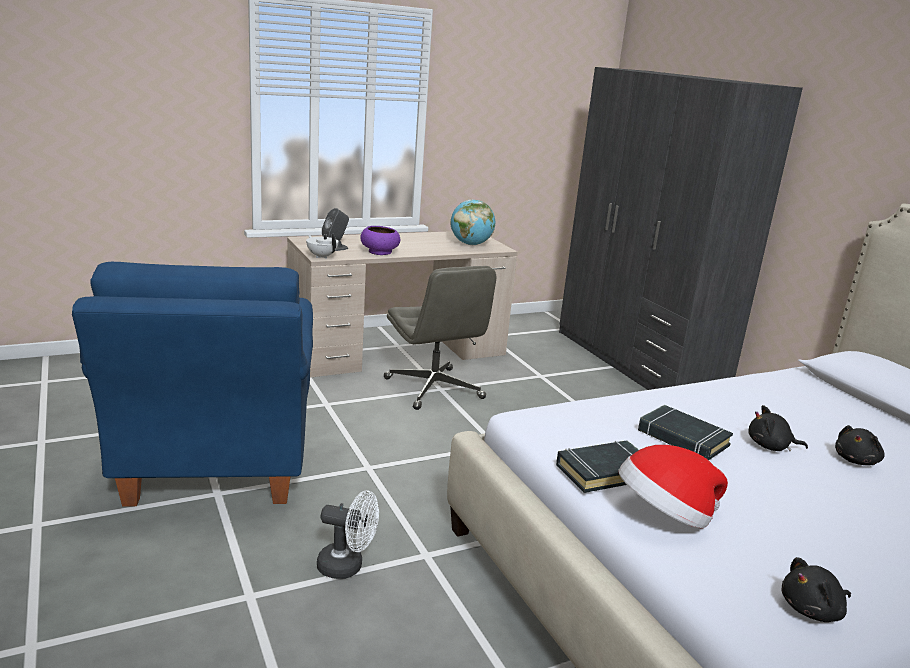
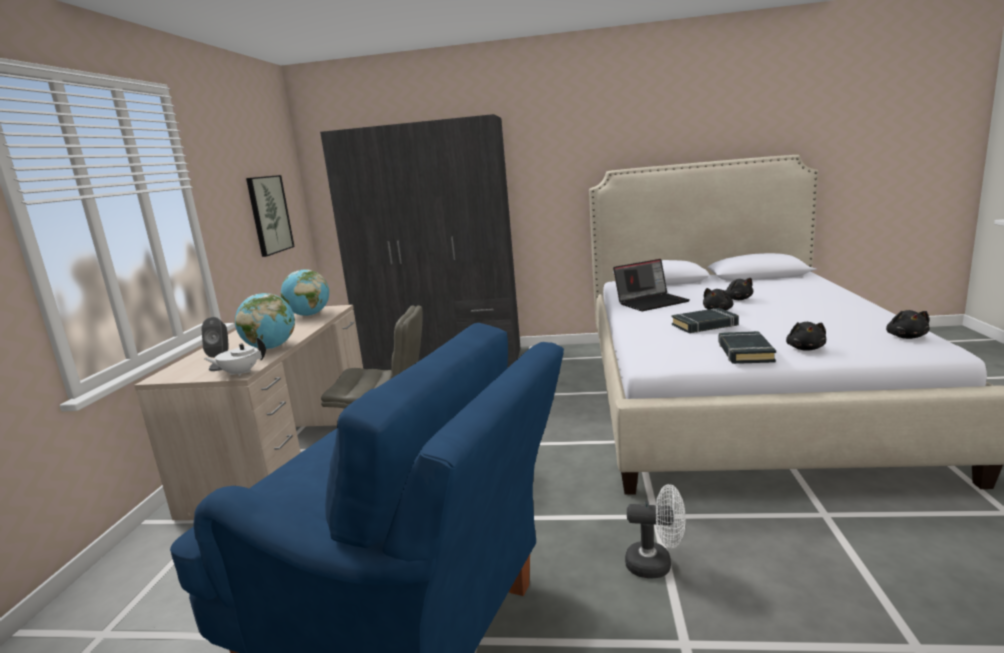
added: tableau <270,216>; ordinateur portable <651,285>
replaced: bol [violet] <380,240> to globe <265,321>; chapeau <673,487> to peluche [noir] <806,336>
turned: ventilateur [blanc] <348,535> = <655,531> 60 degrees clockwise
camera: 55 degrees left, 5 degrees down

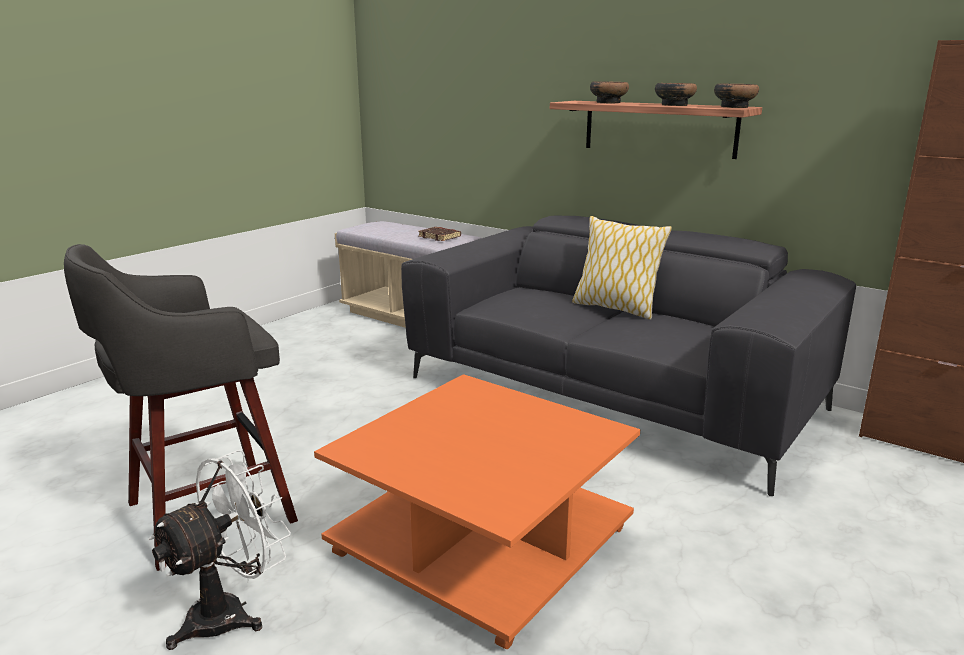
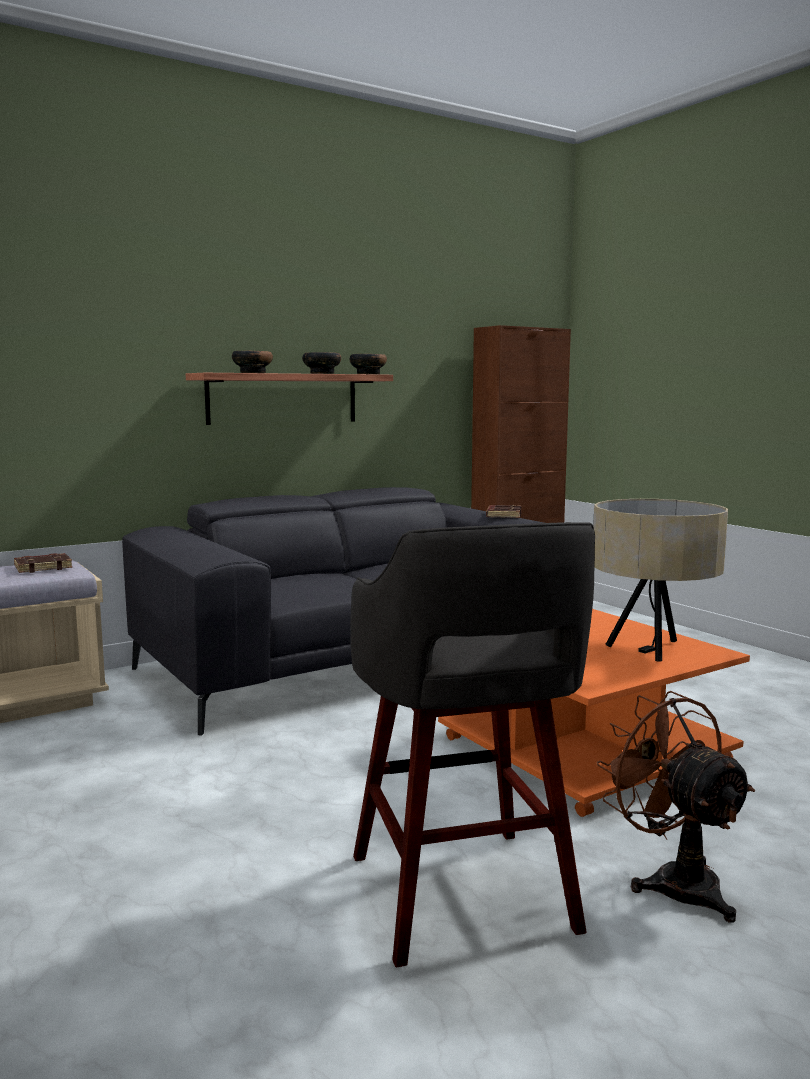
removed: coussin <622,268>
added: livre [marron] <503,511>; lampe de table [beige] <660,580>
recoloured: ventilateur [blanc] <219,550> to ventilateur [marron] <675,807>
camera: 70 degrees left, 10 degrees down

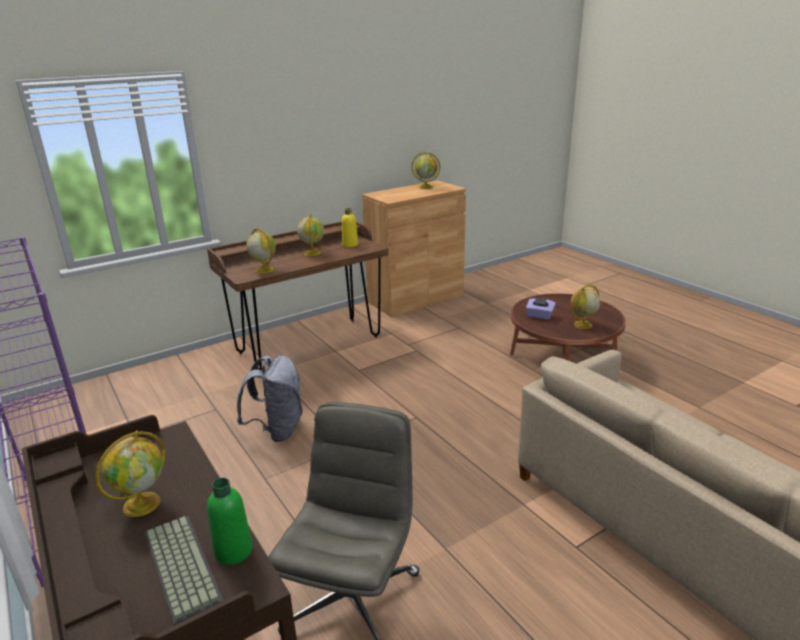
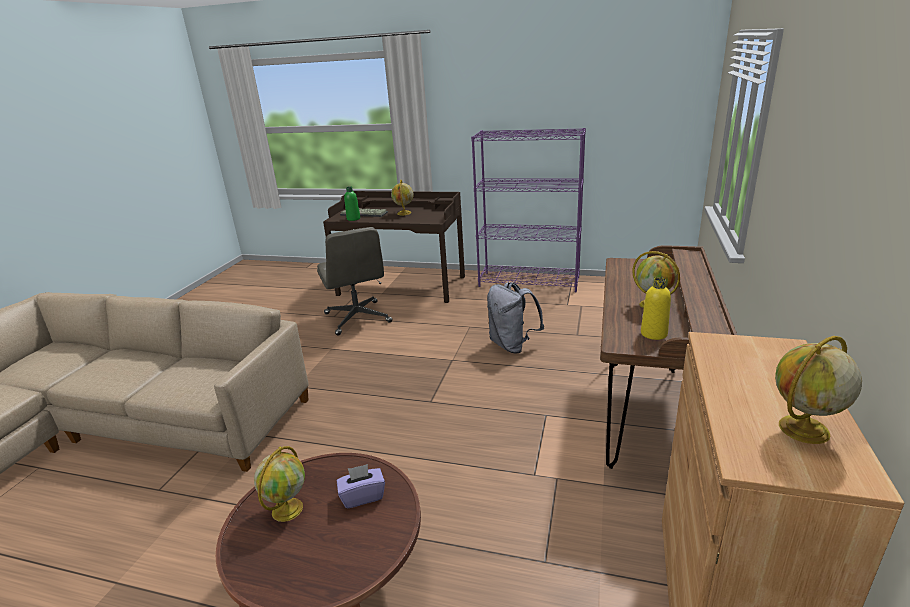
removed: globe <261,251>
camera: 140 degrees right, 0 degrees up

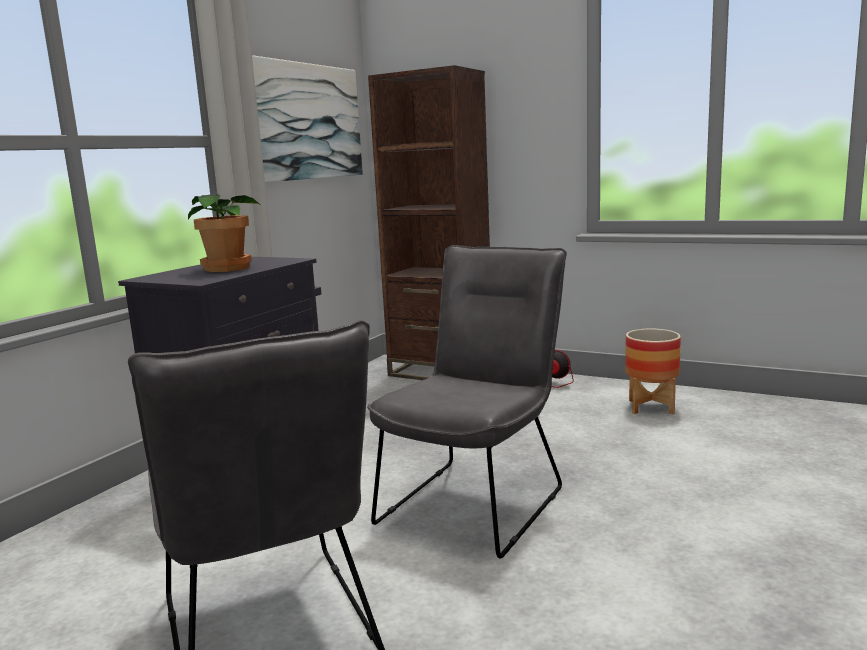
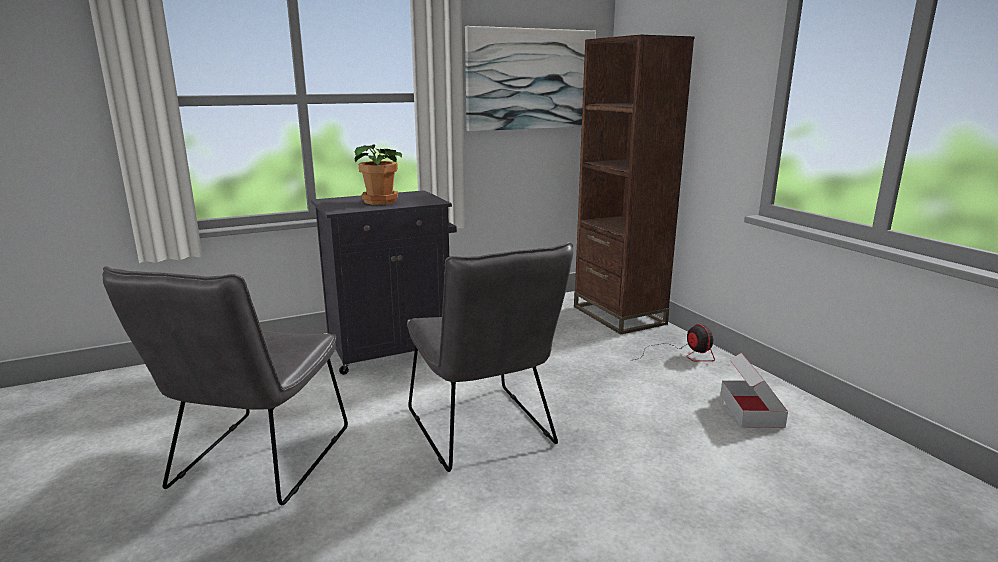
replaced: cache-pot <653,372> to carton <754,390>
turned: chaise [gris] <467,402> = <490,357> 90 degrees clockwise
camera: 35 degrees right, 5 degrees up

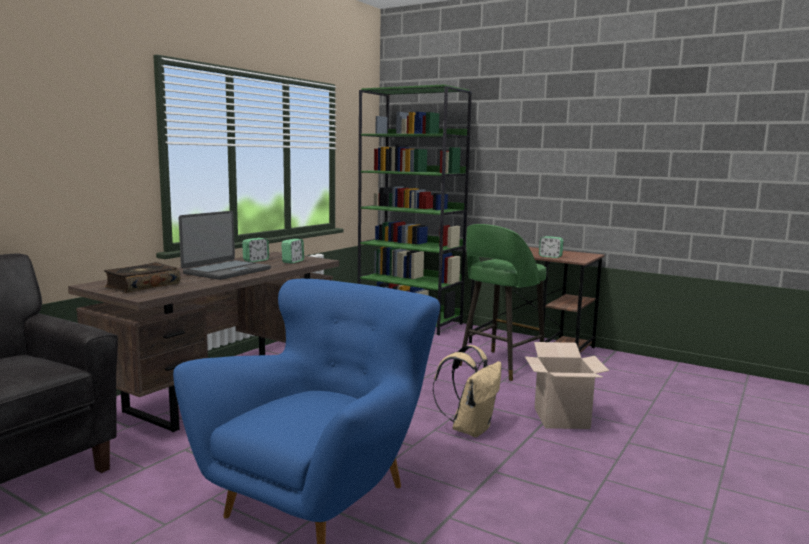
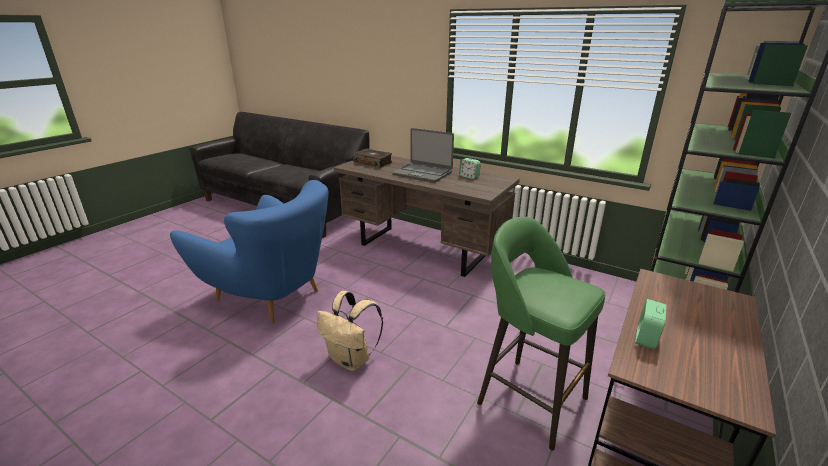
removed: réveil <292,251>; carton <567,385>
camera: 90 degrees right, 15 degrees up

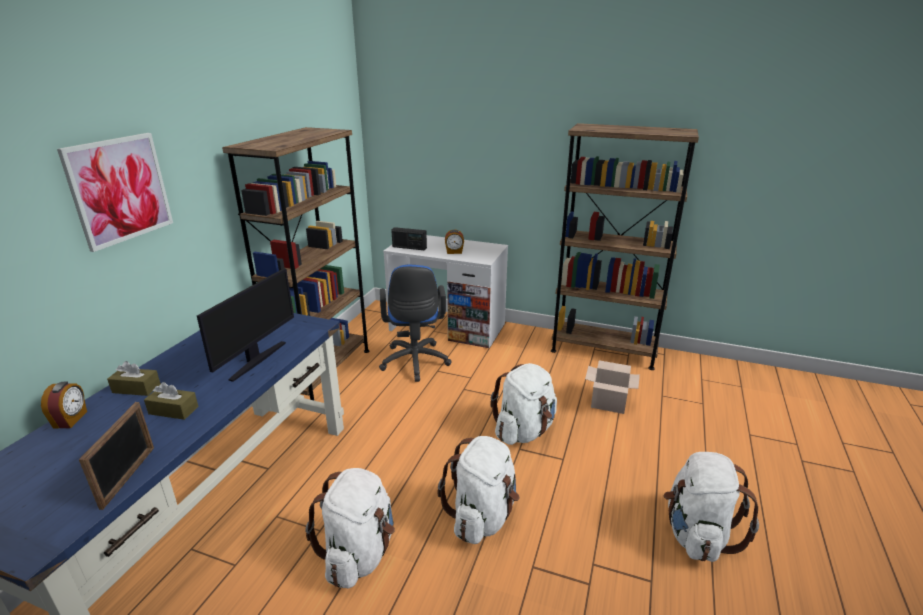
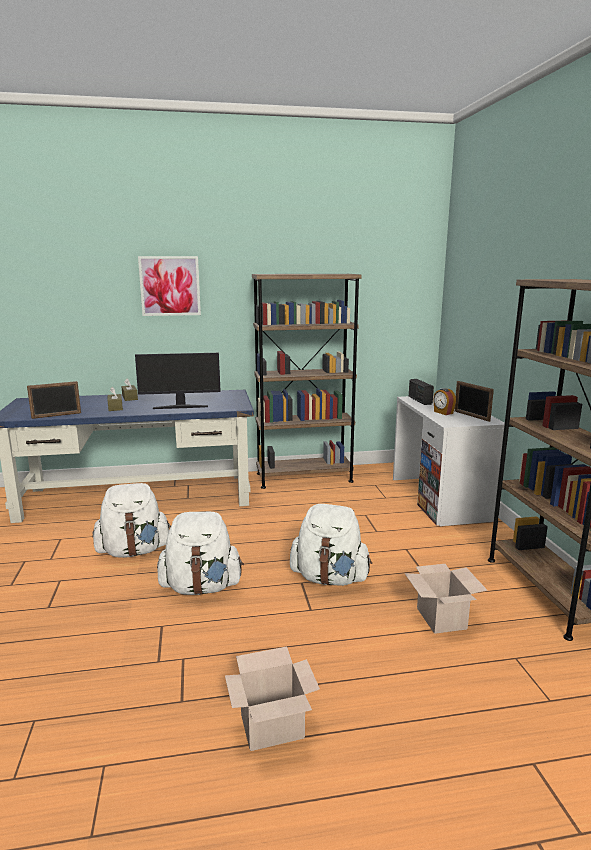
removed: réveil <64,405>; chaise de bureau [bleu] <415,323>
added: cadre photo <474,401>
replaced: sac à dos [blanc] <711,507> to carton <272,699>
camera: 60 degrees right, 10 degrees down

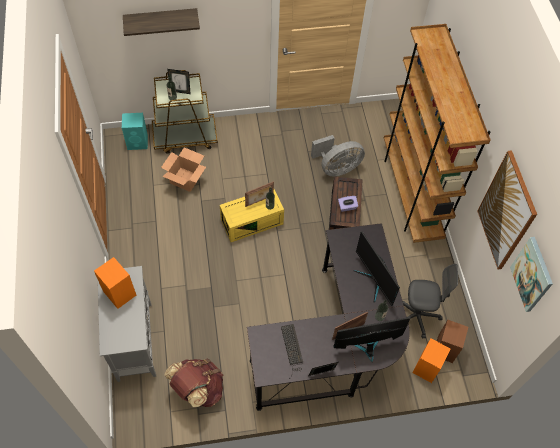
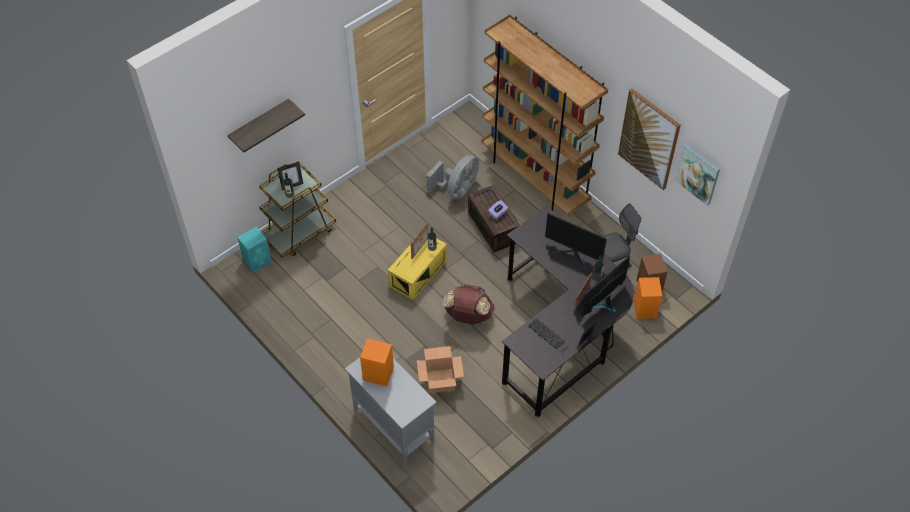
moved: carton <183,170> to <440,369>; sac à dos [marron] <193,383> to <469,304>
camera: 30 degrees left, 5 degrees down

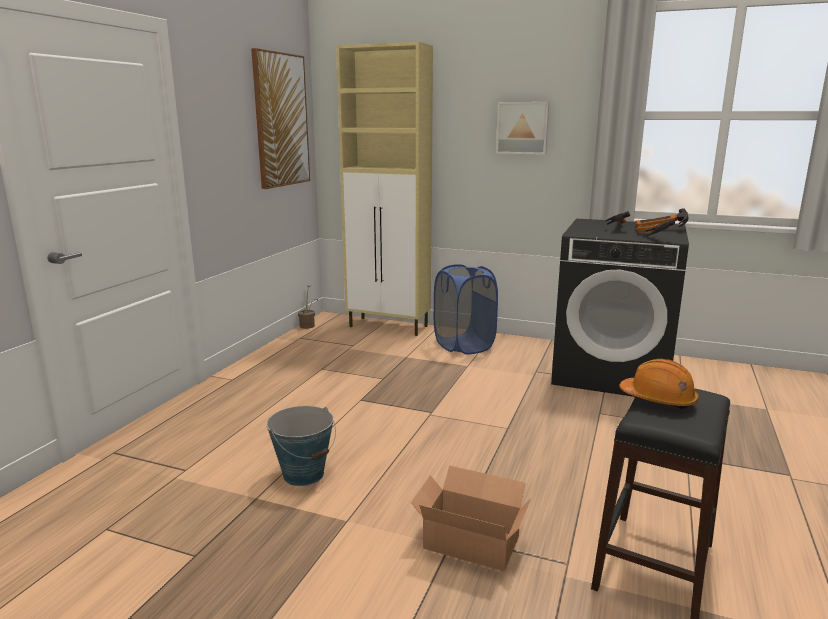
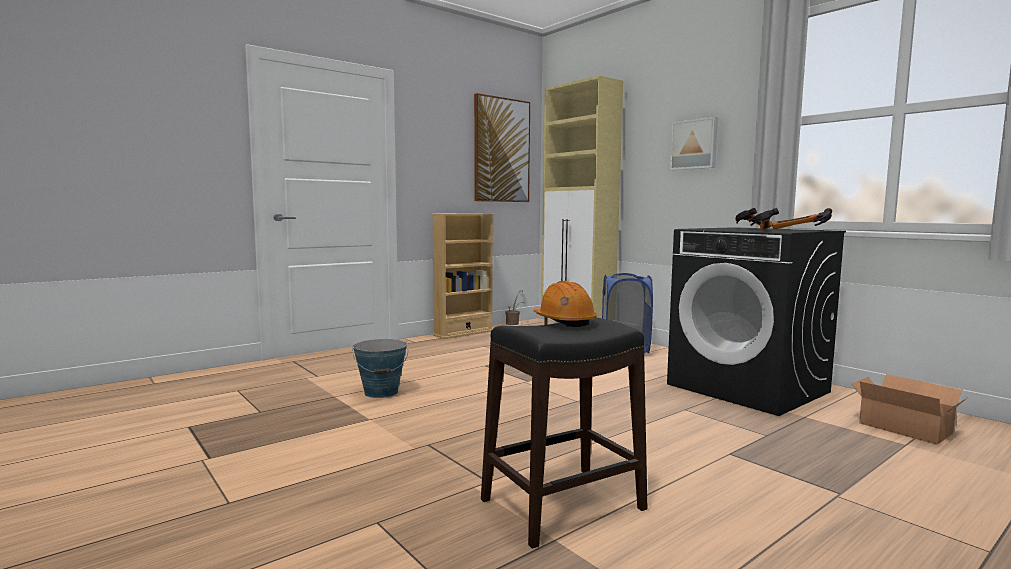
added: bibliothèque [beige] <463,276>
moved: carton <471,518> to <910,409>
camera: 30 degrees right, 10 degrees down

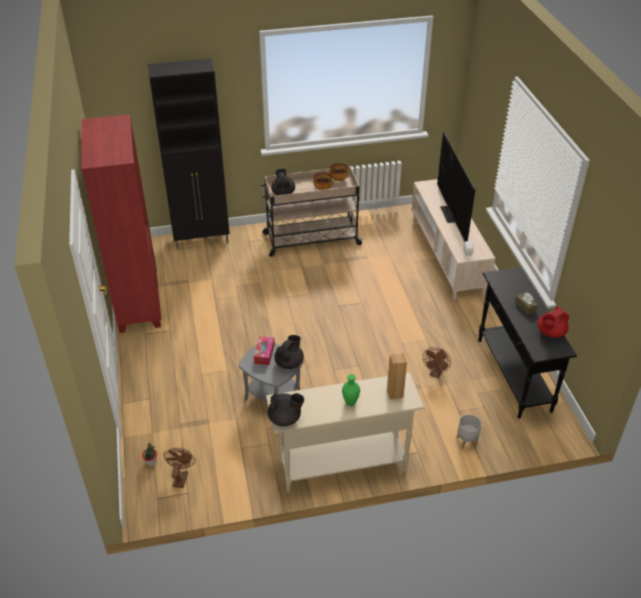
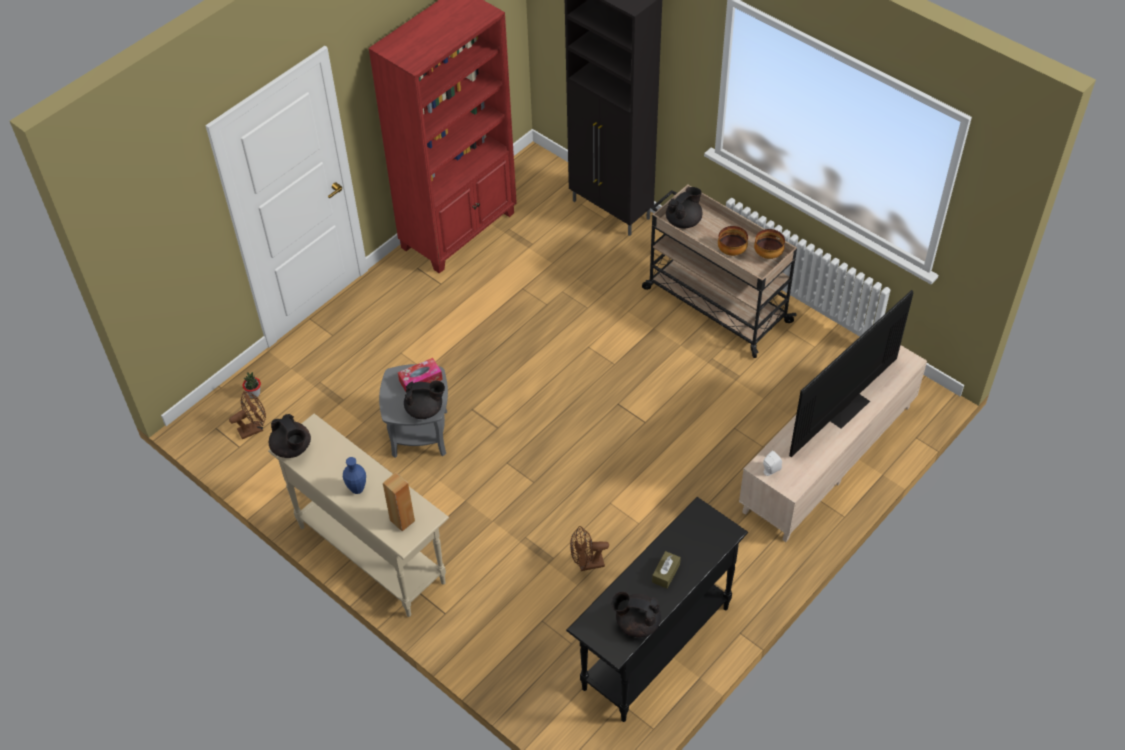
removed: cache-pot [gris] <469,431>
recoloured: vase [vert] <351,390> to vase [bleu] <354,475>; théière [rouge] <553,322> to théière [noir] <636,614>
camera: 55 degrees right, 10 degrees up

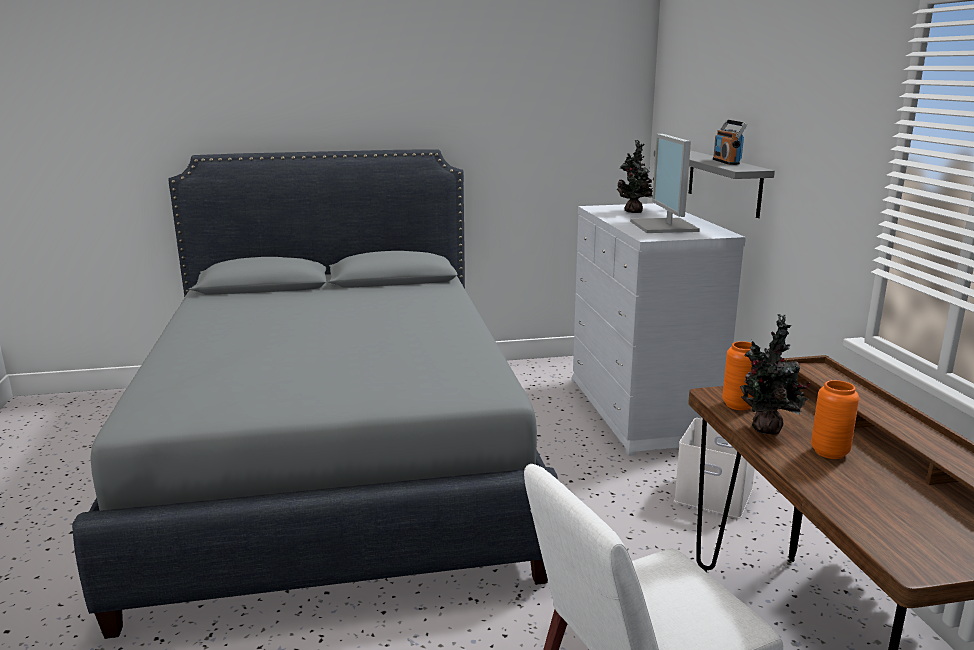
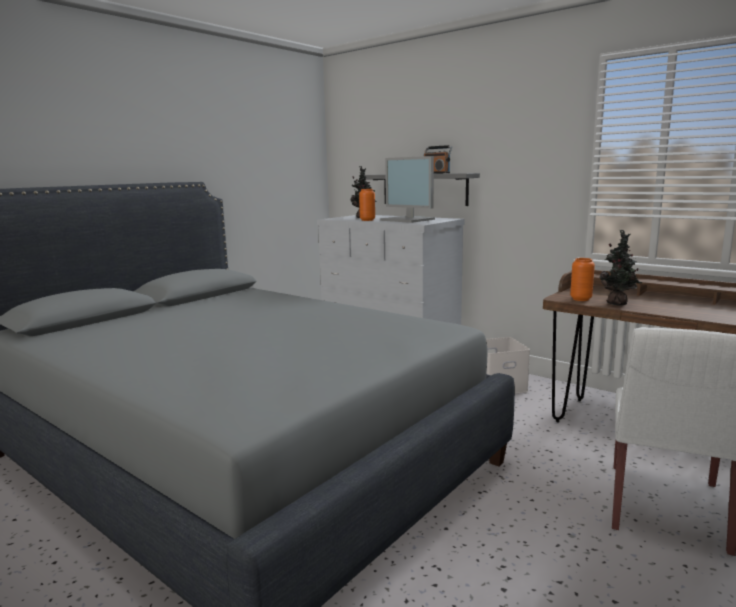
moved: vase [orange] <835,419> to <367,205>
camera: 40 degrees left, 5 degrees down

